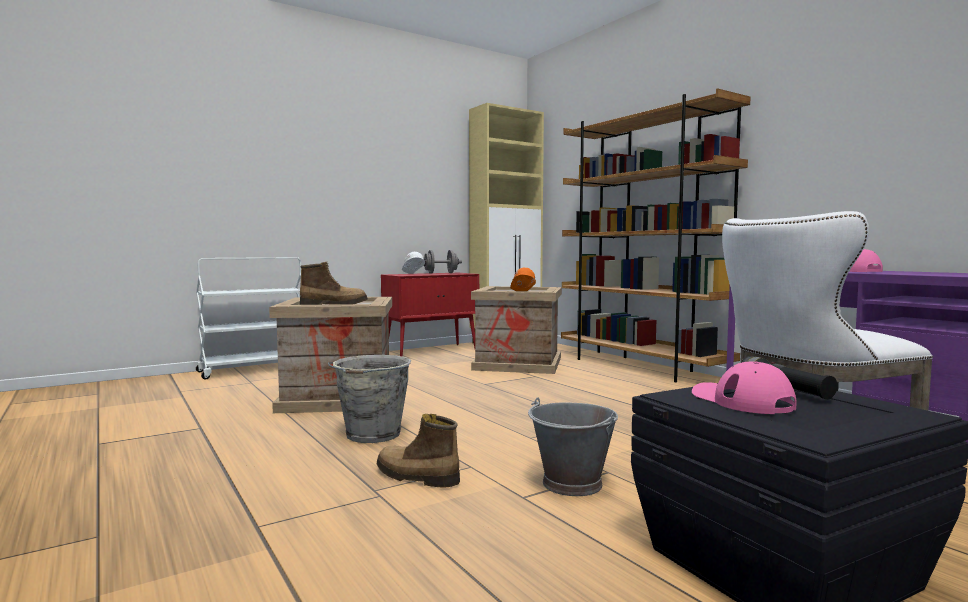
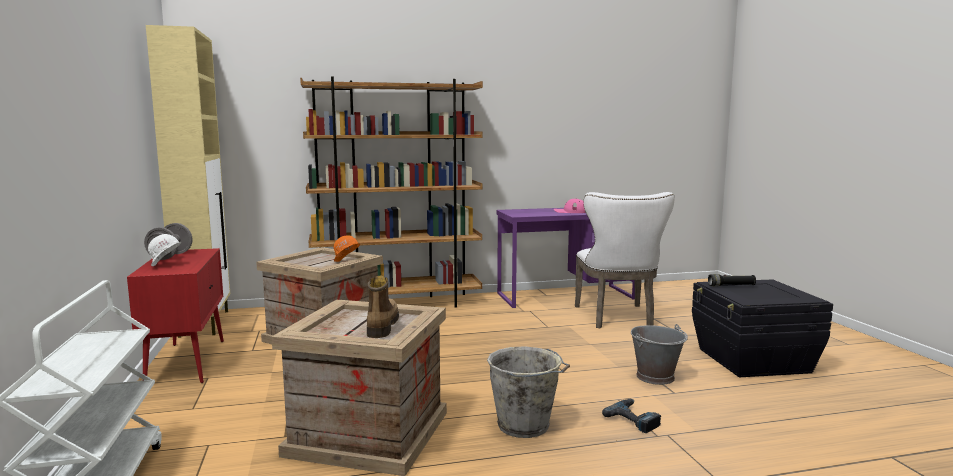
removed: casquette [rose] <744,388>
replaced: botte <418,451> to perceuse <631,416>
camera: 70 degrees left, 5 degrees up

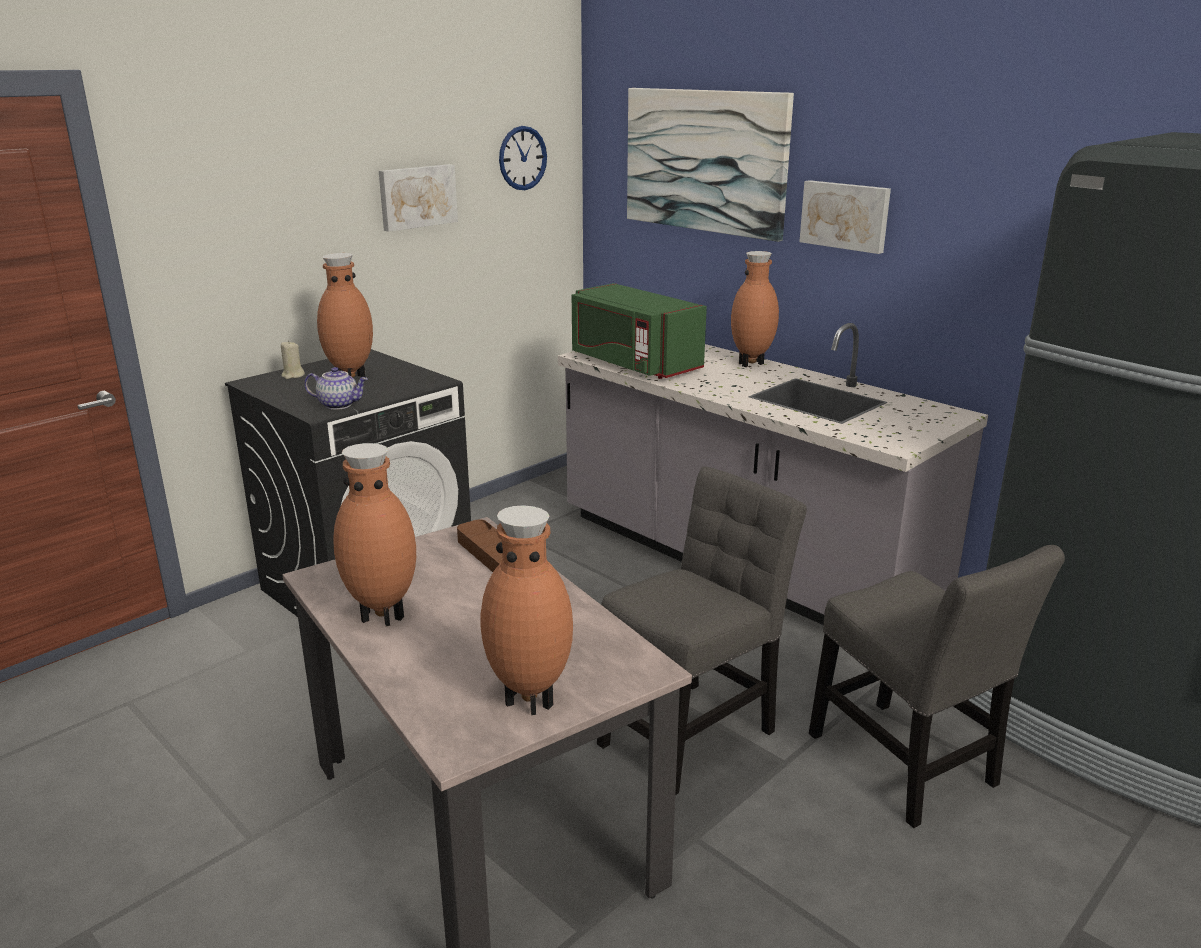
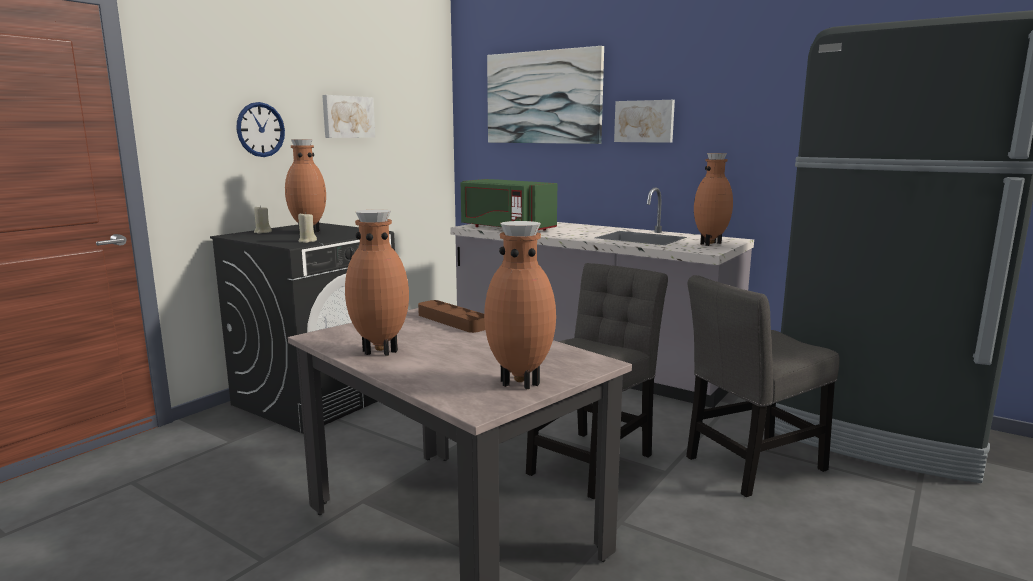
moved: horloge murale <523,158> to <260,129>; vase [marron] <755,309> to <713,199>
replaced: théière <336,388> to bougie [beige] <307,227>
turned: chaise [gris] <937,686> = <762,386> 105 degrees clockwise
camera: 10 degrees left, 10 degrees down

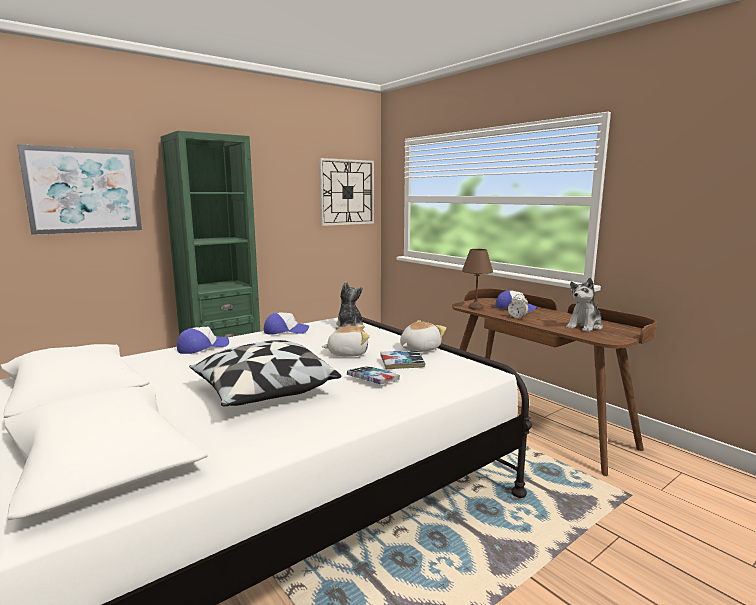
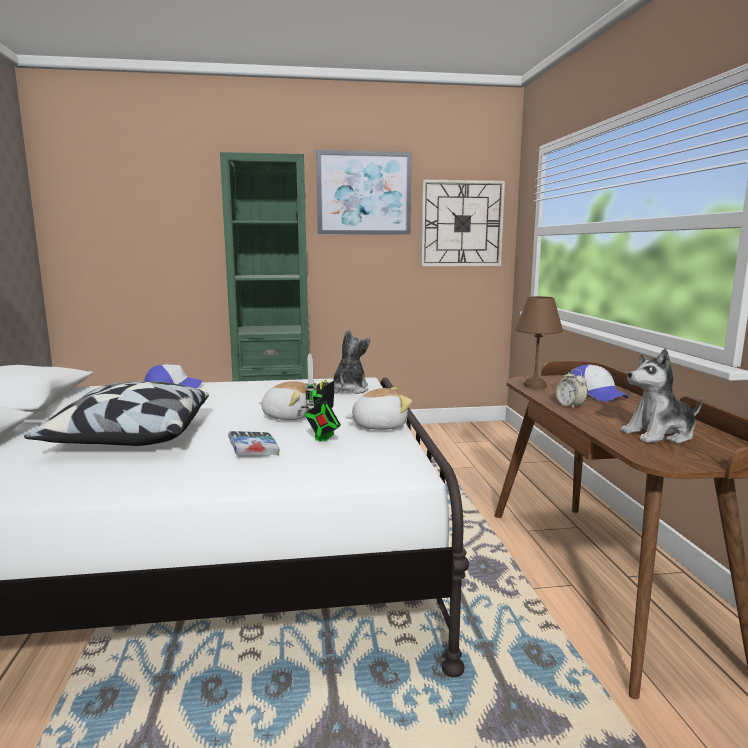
removed: casquette <286,323>
moved: tableau <79,189> to <364,192>
replaced: livre <402,359> to robot jouet <322,397>
camera: 30 degrees right, 0 degrees up

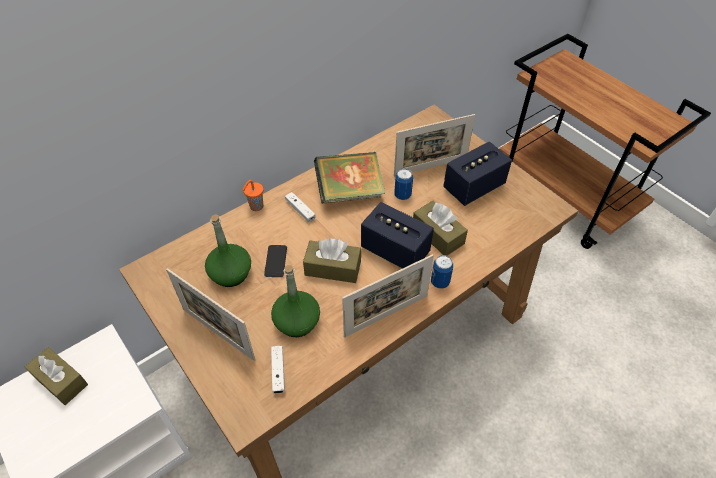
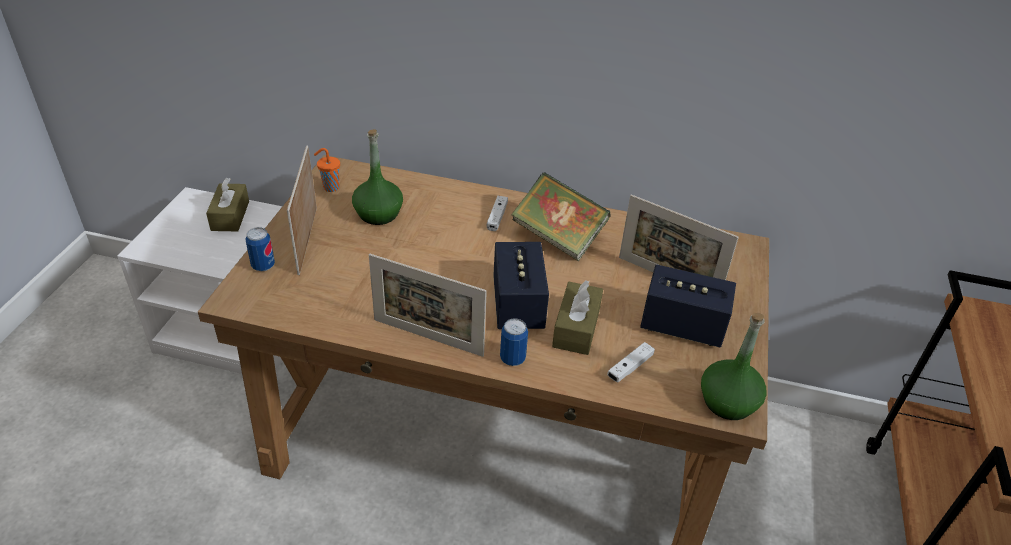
removed: téléphone <275,261>; boîte à mouchoirs [marron] <332,260>
moved: tasse [orange] <253,195> to <327,170>; bouteille [vert] <295,301> to <733,366>; manette [blanc] <278,370> to <631,362>; boîte métallique <403,184> to <260,249>
camera: 50 degrees right, 10 degrees down

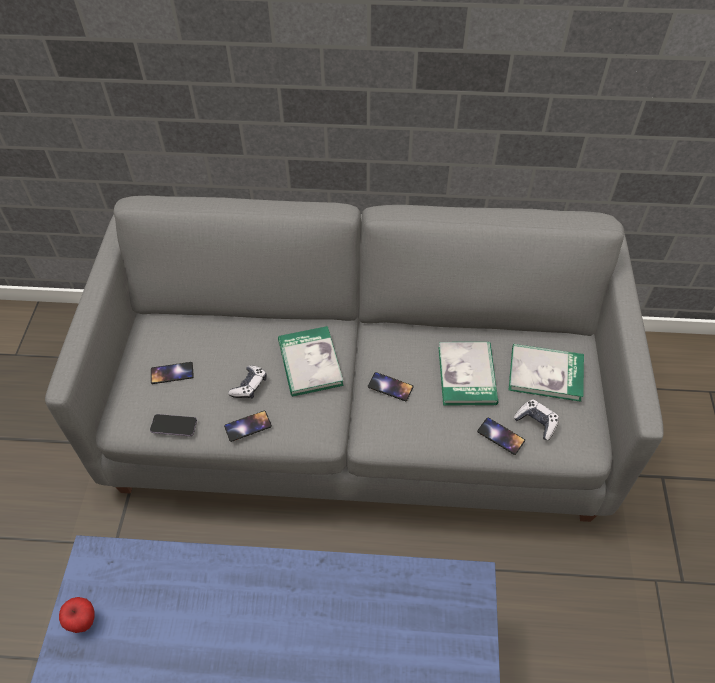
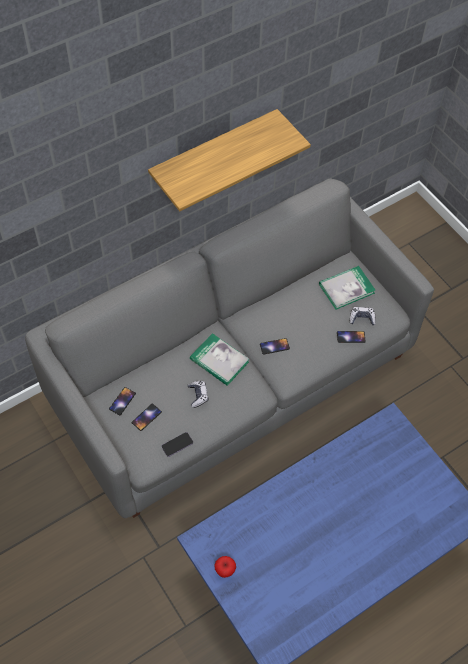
removed: livre <468,373>
added: étagère <229,160>
moved: téléphone <248,426> to <122,401>
camera: 40 degrees left, 5 degrees up

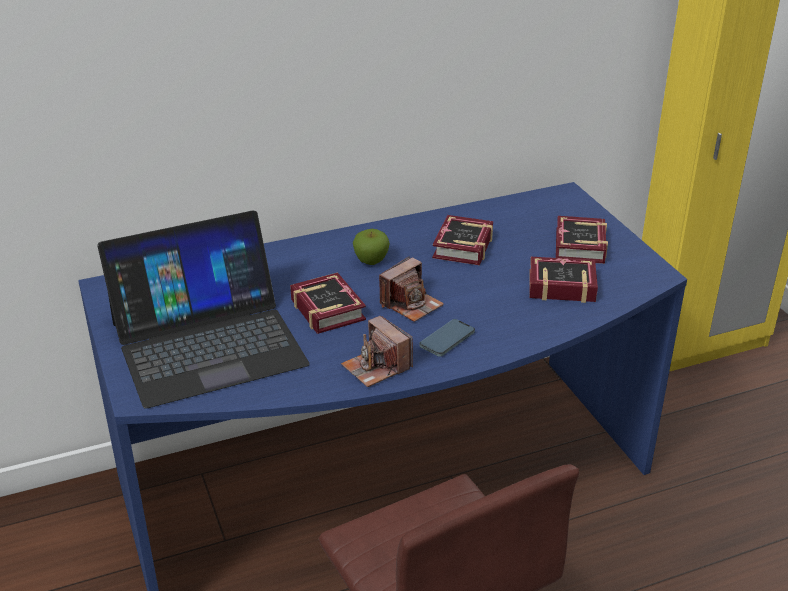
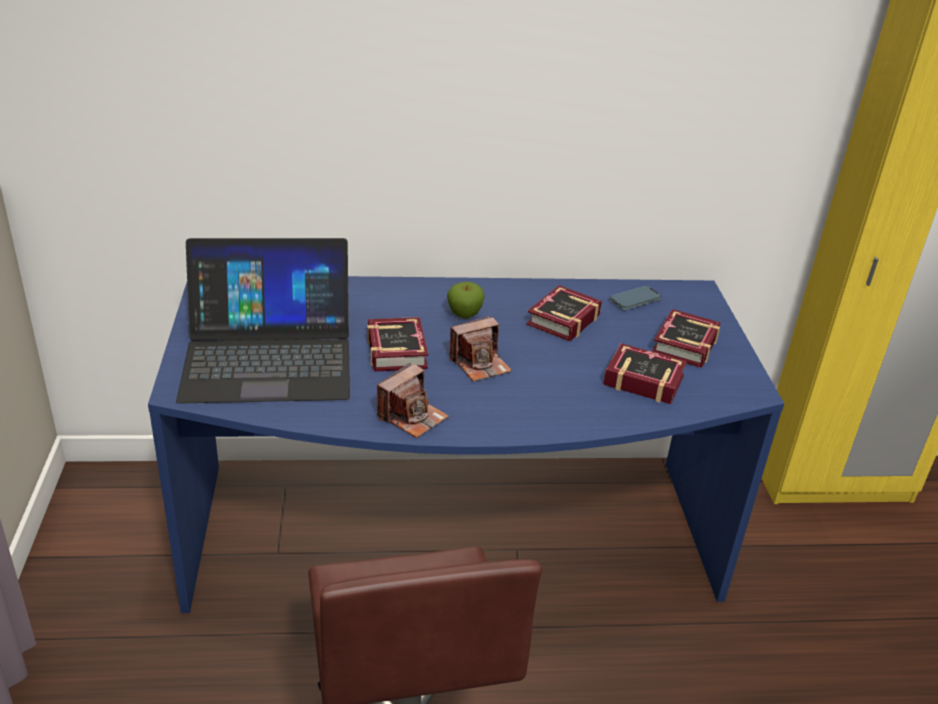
moved: téléphone <447,338> to <635,298>
turned: appareil photo <377,351> = <413,400> 120 degrees counterclockwise
camera: 15 degrees right, 0 degrees up

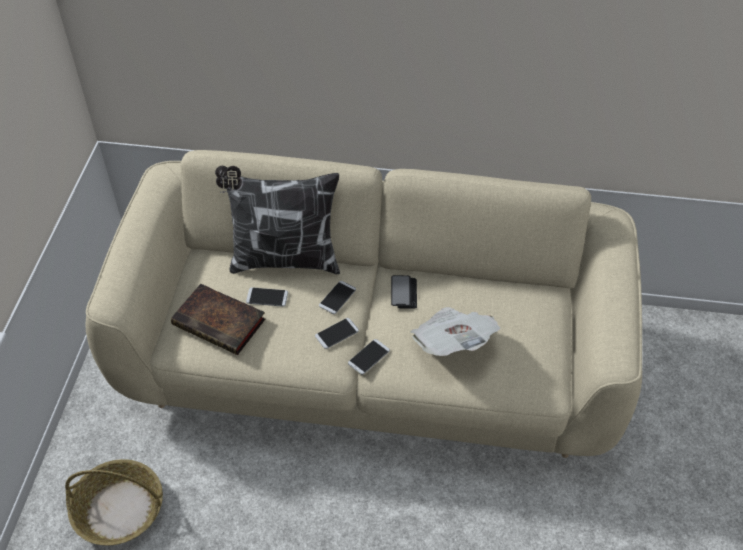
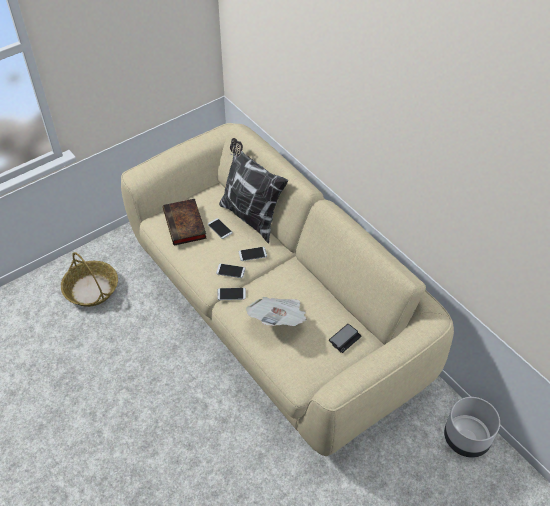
added: cache-pot [gris] <472,427>
moved: téléphone <404,292> to <345,338>
camera: 45 degrees right, 0 degrees up

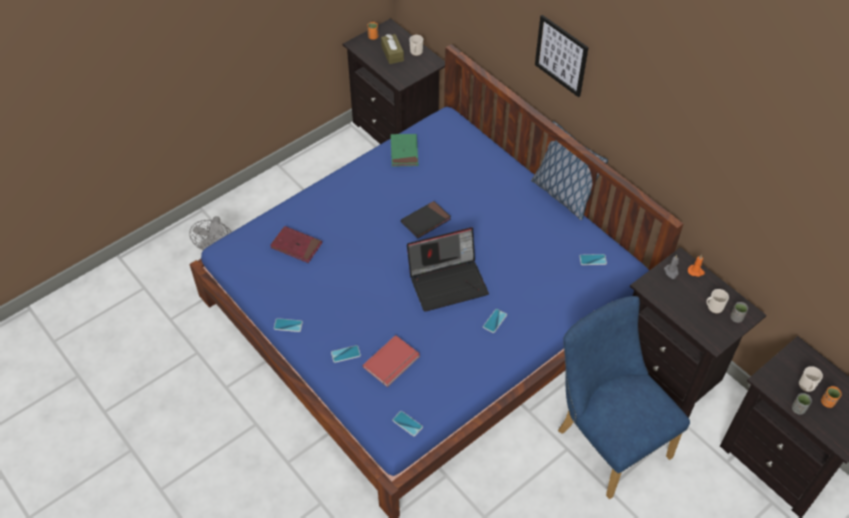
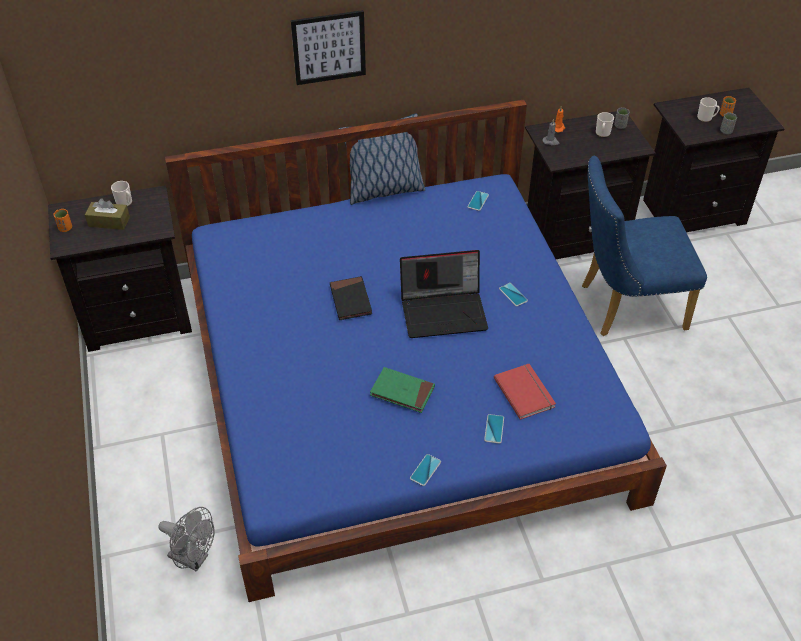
removed: livre [rouge] <296,244>; téléphone <407,423>
moved: livre [vert] <404,150> to <402,390>
turned: ordinateur portable <448,269> = <444,294> 75 degrees clockwise
camera: 65 degrees left, 5 degrees down

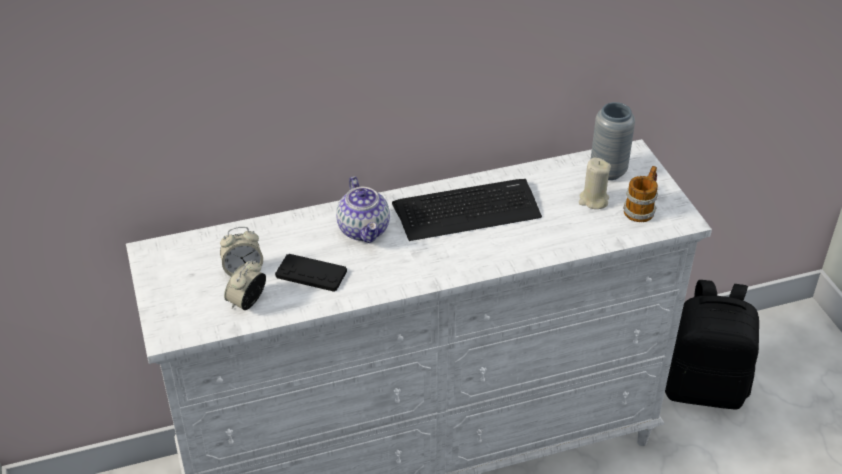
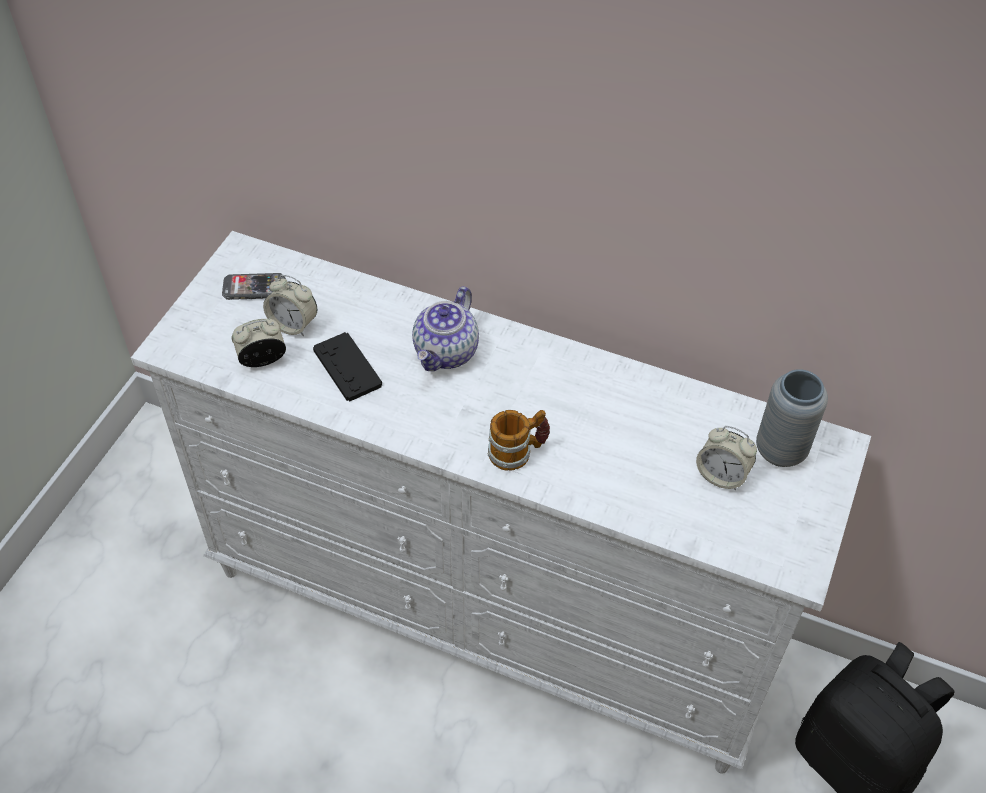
removed: clavier <467,210>
added: téléphone <254,286>
moved: mug <640,194> to <519,440>
replaced: bougie [beige] <595,183> to réveil <726,458>
camera: 40 degrees right, 10 degrees up

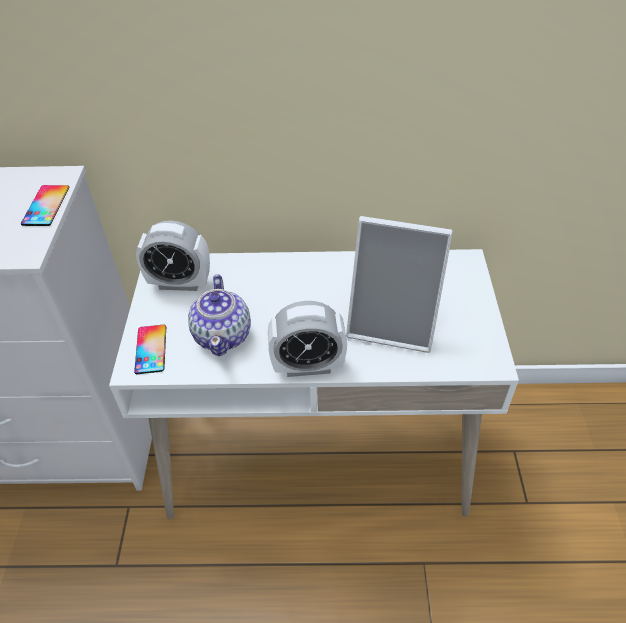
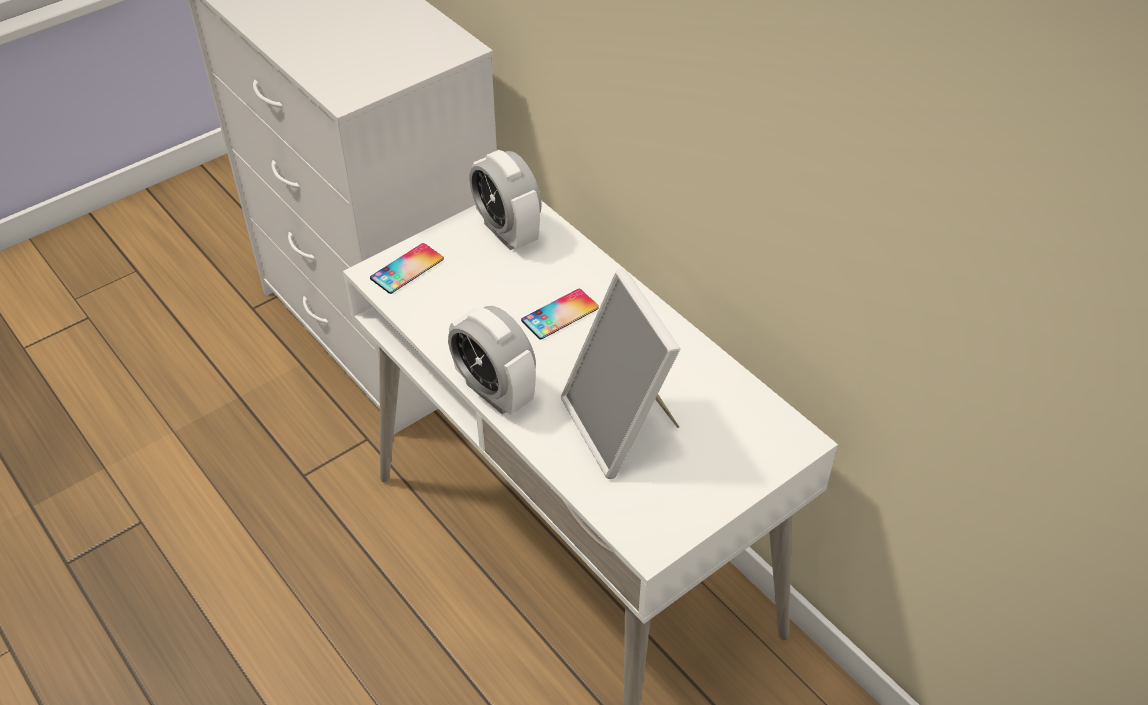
removed: théière <219,315>
moved: téléphone <45,205> to <560,314>
camera: 50 degrees right, 0 degrees up

